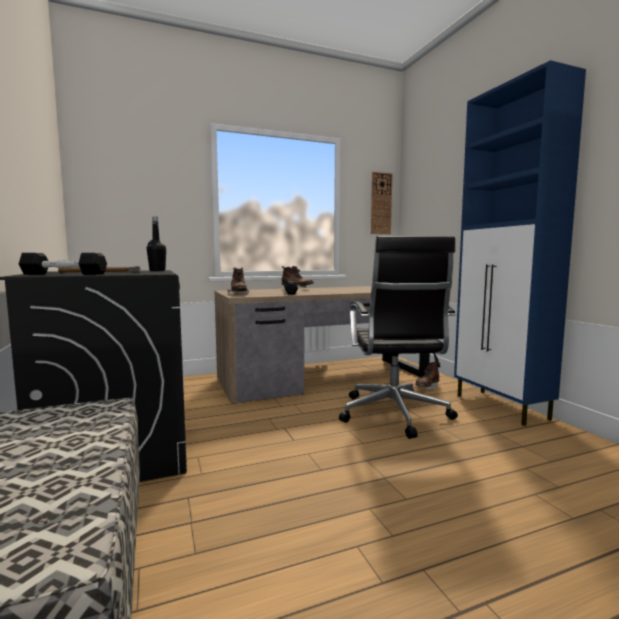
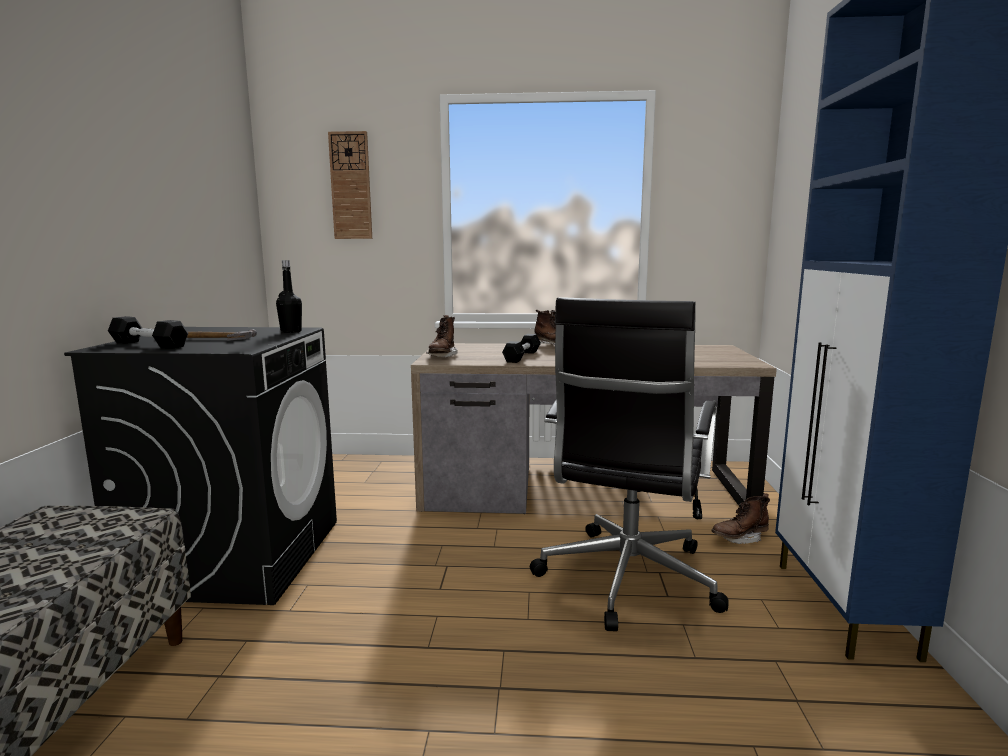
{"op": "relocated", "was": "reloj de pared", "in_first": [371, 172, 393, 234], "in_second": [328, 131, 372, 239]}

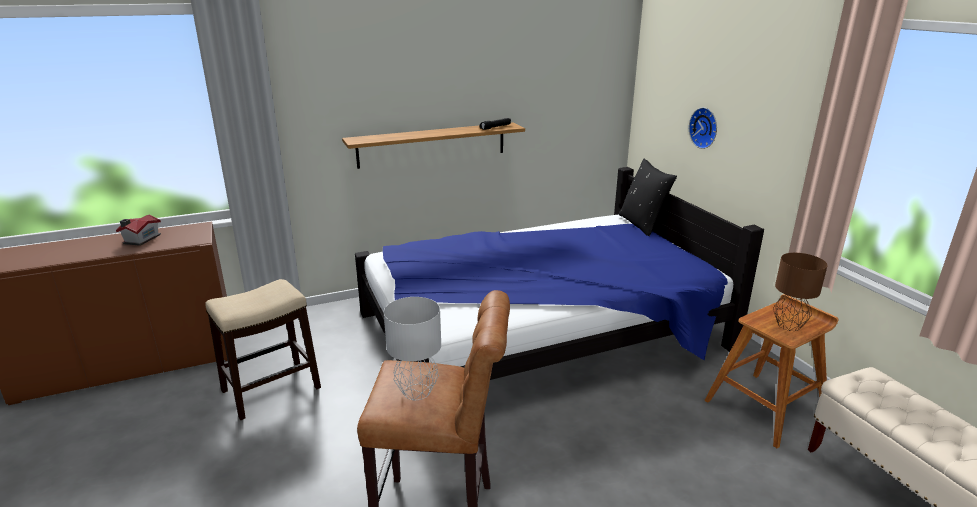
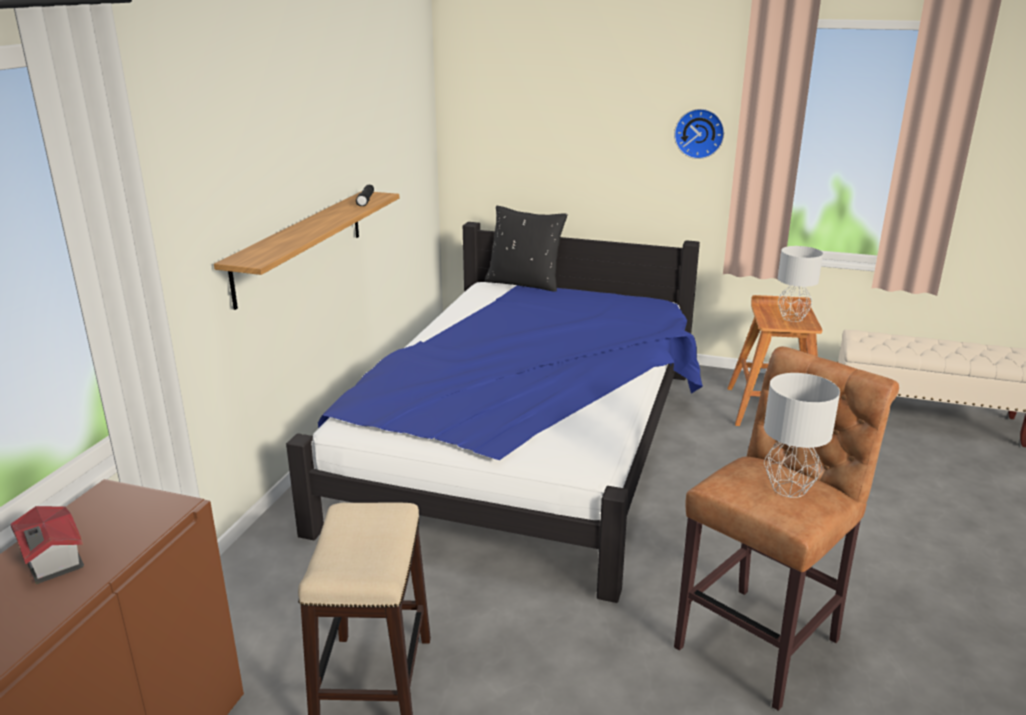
{"op": "relocated", "was": "reloj de pared", "in_first": [689, 107, 717, 149], "in_second": [674, 109, 725, 159]}
{"op": "colour", "was": "lámpara de mesa [marrón]", "now": "lámpara de mesa [gris]", "in_first": [773, 253, 828, 331], "in_second": [778, 246, 823, 322]}

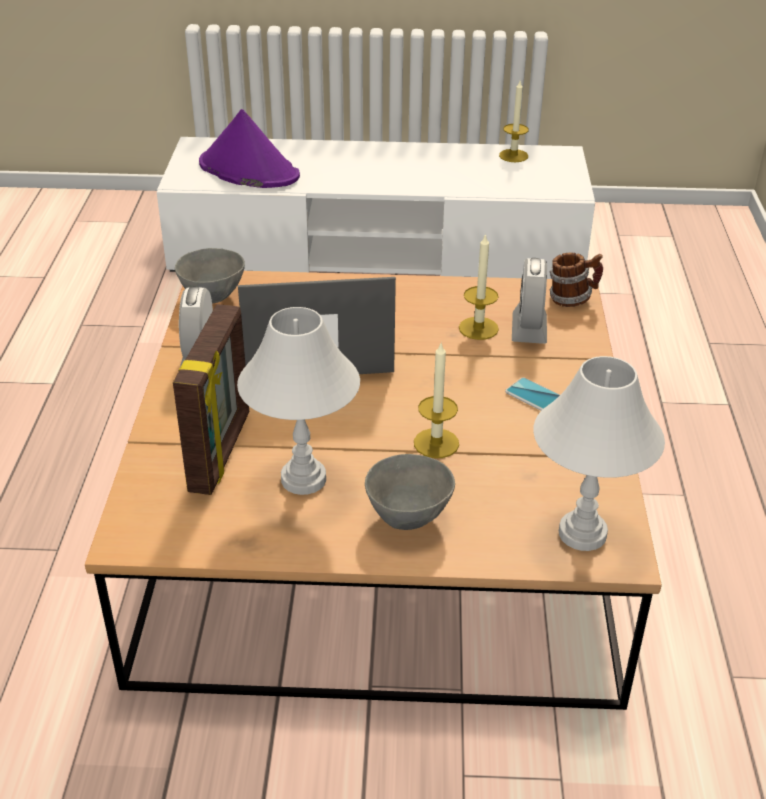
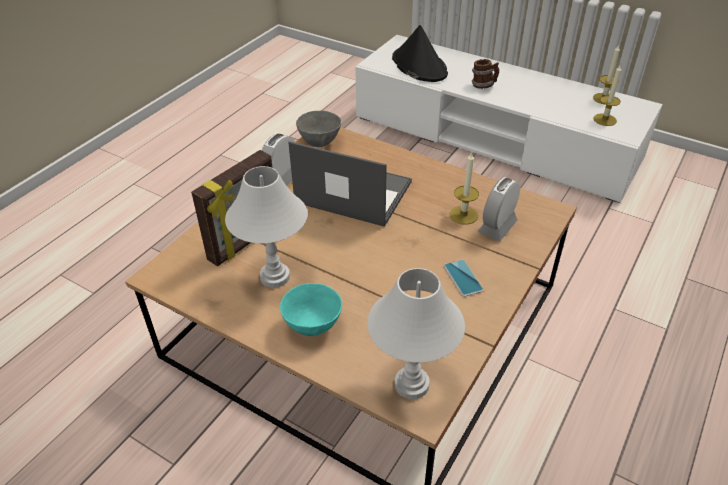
{"op": "relocated", "was": "vela", "in_first": [414, 341, 459, 458], "in_second": [593, 64, 621, 126]}
{"op": "relocated", "was": "taza grande", "in_first": [549, 252, 603, 307], "in_second": [471, 59, 499, 89]}
{"op": "colour", "was": "sombrero [morado]", "now": "sombrero [negro]", "in_first": [199, 109, 300, 188], "in_second": [392, 25, 448, 82]}
{"op": "colour", "was": "cuenco [gris]", "now": "cuenco [turquesa]", "in_first": [365, 454, 455, 530], "in_second": [280, 283, 342, 336]}

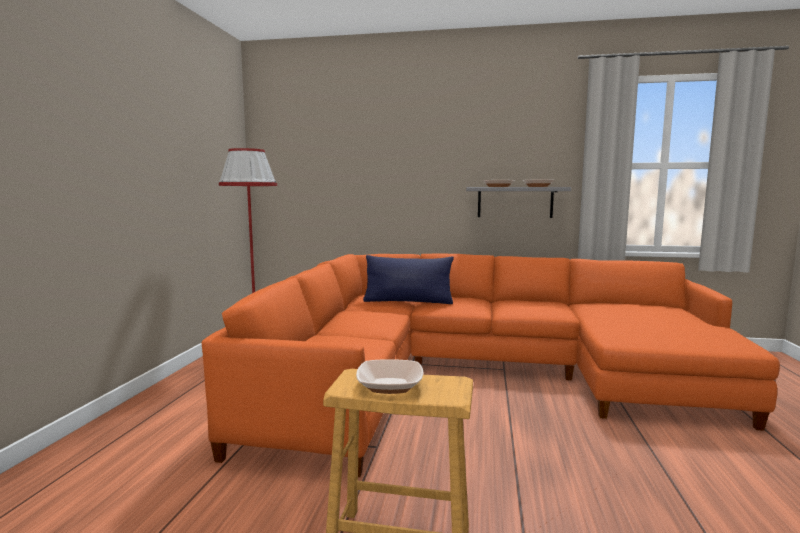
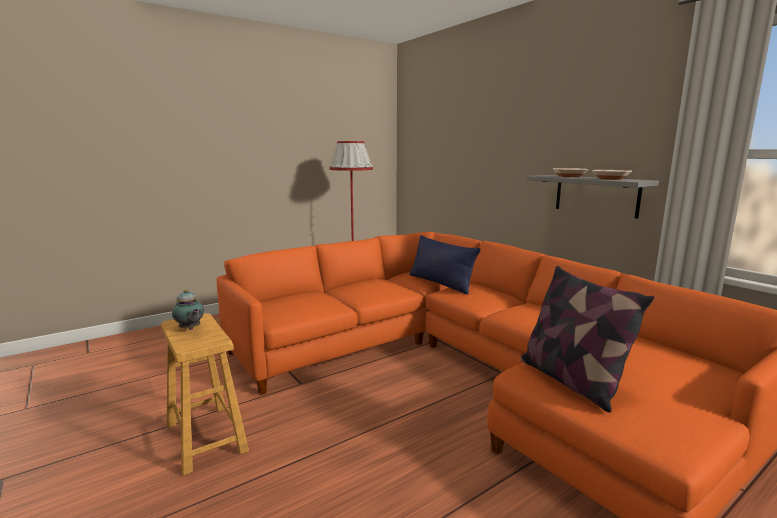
{"op": "appeared", "now": "cojín", "in_second": [520, 266, 654, 413]}
{"op": "exchanged", "was": "cuenco", "now": "tetera", "in_first": [356, 359, 423, 394], "in_second": [172, 289, 204, 330]}

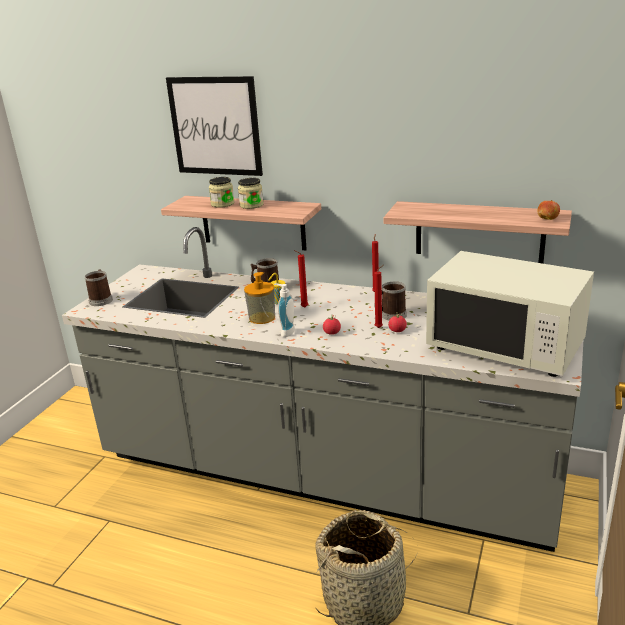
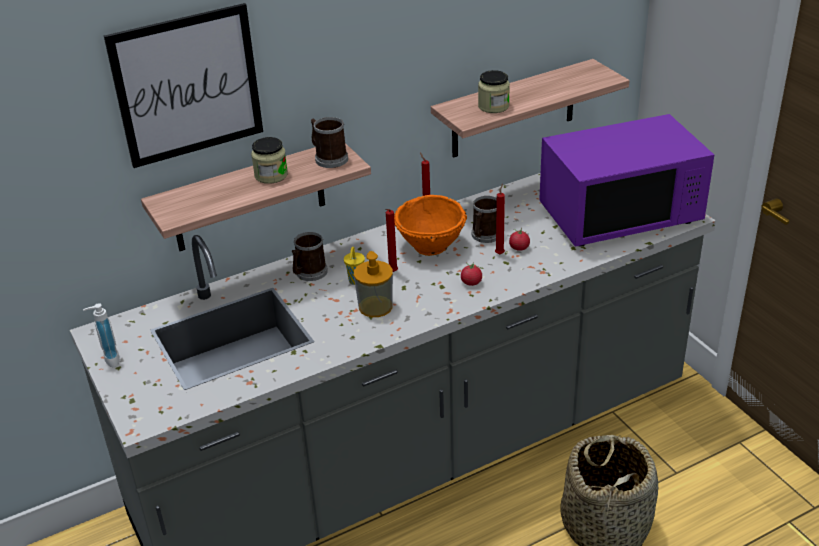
{"op": "missing", "was": "manzana", "in_first": [537, 200, 560, 220]}
{"op": "appeared", "now": "cuenco [naranja]", "in_second": [394, 195, 467, 256]}
{"op": "relocated", "was": "taza grande", "in_first": [84, 270, 113, 306], "in_second": [311, 117, 348, 168]}
{"op": "relocated", "was": "tarro", "in_first": [209, 177, 235, 208], "in_second": [478, 70, 510, 113]}
{"op": "relocated", "was": "dispensador de jabón", "in_first": [274, 284, 295, 337], "in_second": [83, 303, 120, 367]}
{"op": "colour", "was": "microondas [blanco]", "now": "microondas [morado]", "in_first": [426, 251, 594, 377], "in_second": [539, 114, 714, 247]}

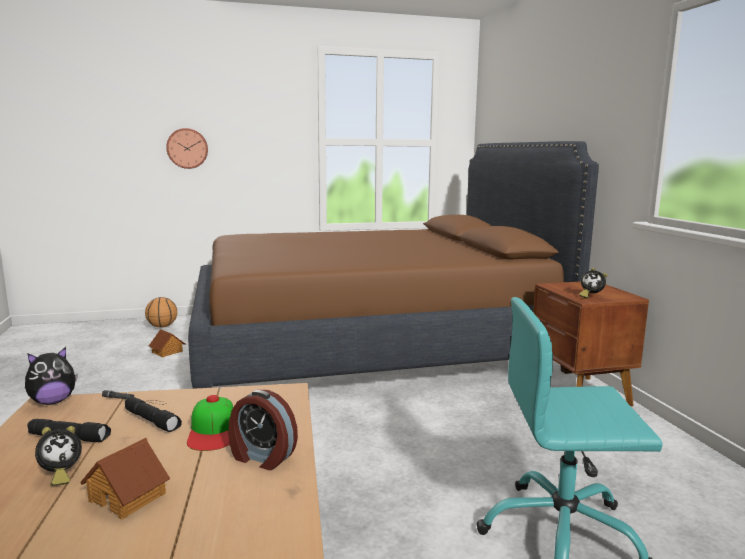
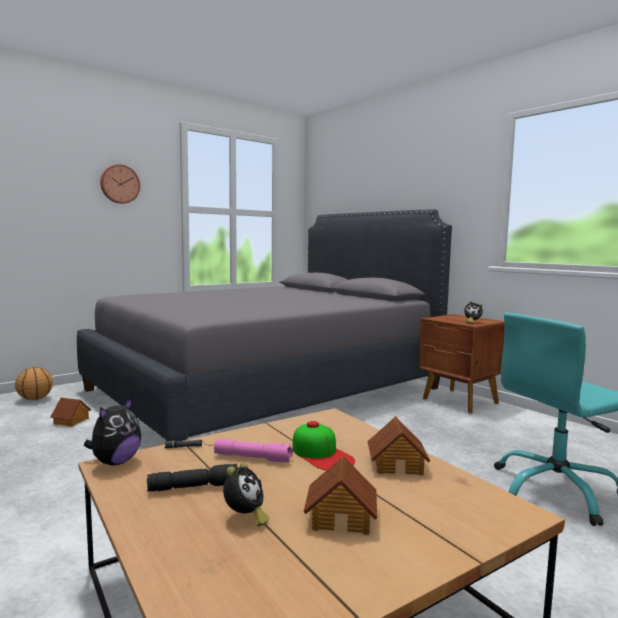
{"op": "relocated", "was": "reloj de pared", "in_first": [166, 128, 208, 169], "in_second": [100, 164, 140, 204]}
{"op": "exchanged", "was": "despertador", "now": "casita", "in_first": [228, 390, 298, 470], "in_second": [367, 416, 430, 475]}
{"op": "colour", "was": "linterna [negro]", "now": "linterna [rosa]", "in_first": [125, 397, 182, 432], "in_second": [214, 439, 293, 462]}
{"op": "colour", "was": "cama [marrón]", "now": "cama [gris]", "in_first": [188, 141, 599, 389], "in_second": [77, 209, 452, 441]}

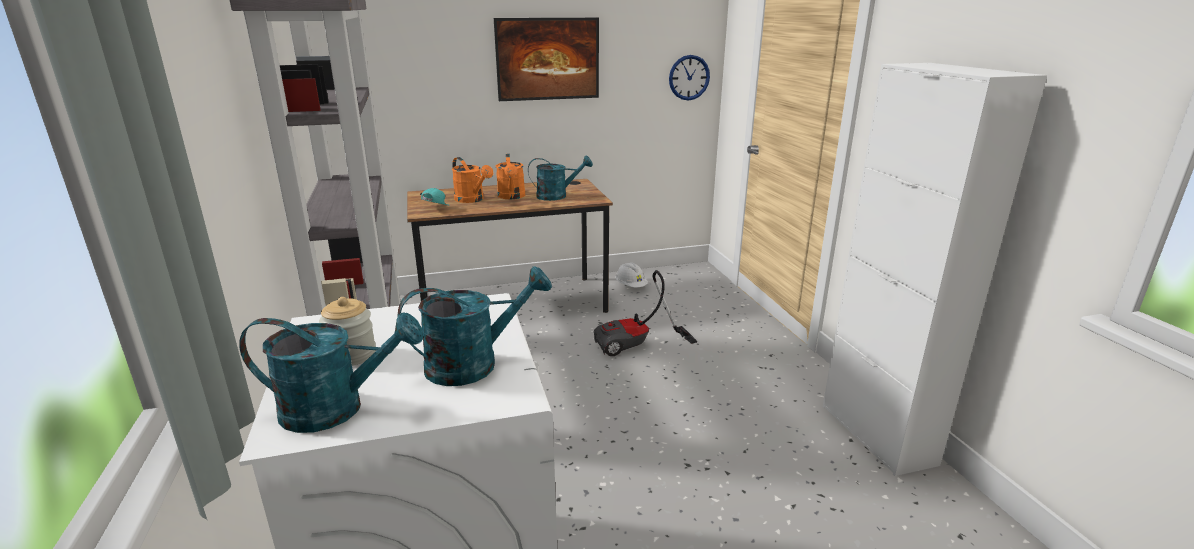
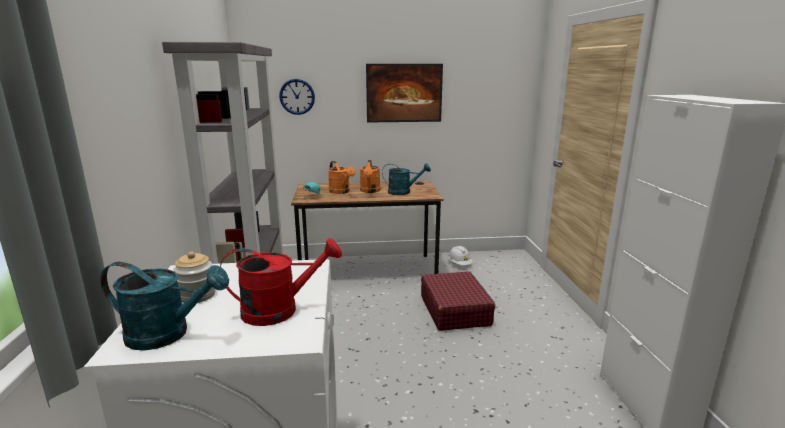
{"op": "relocated", "was": "reloj de pared", "in_first": [669, 55, 710, 100], "in_second": [279, 79, 315, 115]}
{"op": "exchanged", "was": "aspiradora", "now": "maleta [rojo]", "in_first": [594, 270, 697, 356], "in_second": [421, 271, 495, 331]}
{"op": "colour", "was": "regadera [turquesa]", "now": "regadera [rojo]", "in_first": [398, 266, 552, 386], "in_second": [220, 238, 342, 326]}

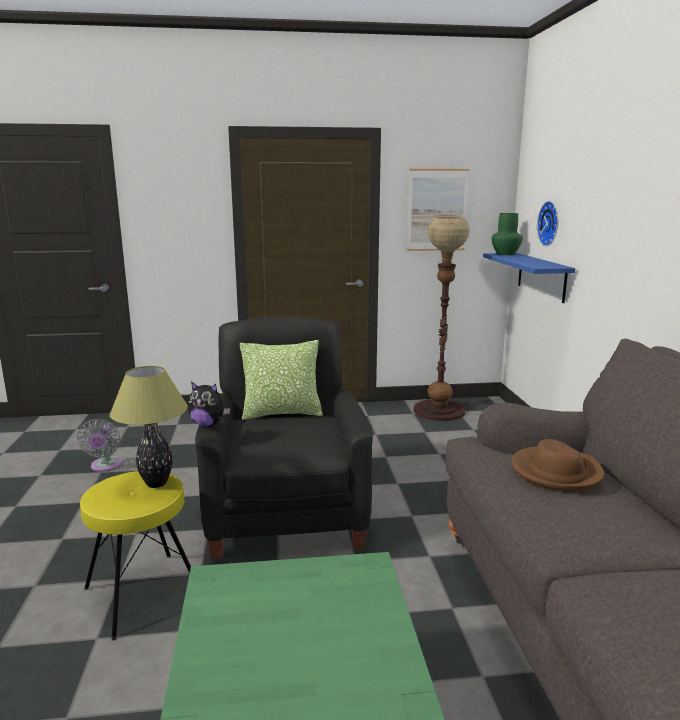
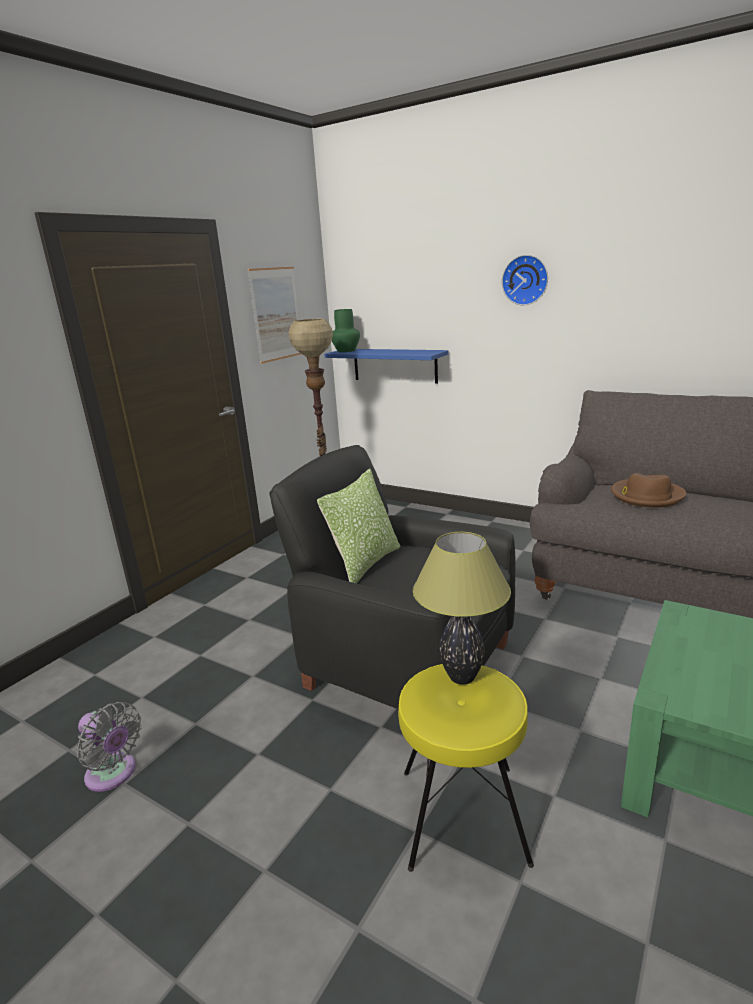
{"op": "missing", "was": "peluche", "in_first": [188, 382, 230, 427]}
{"op": "relocated", "was": "reloj de pared", "in_first": [537, 201, 558, 246], "in_second": [502, 255, 548, 305]}

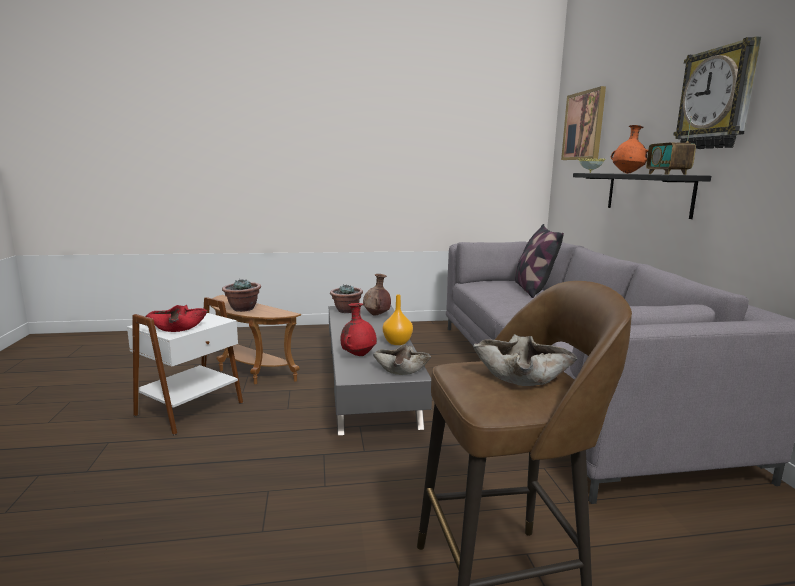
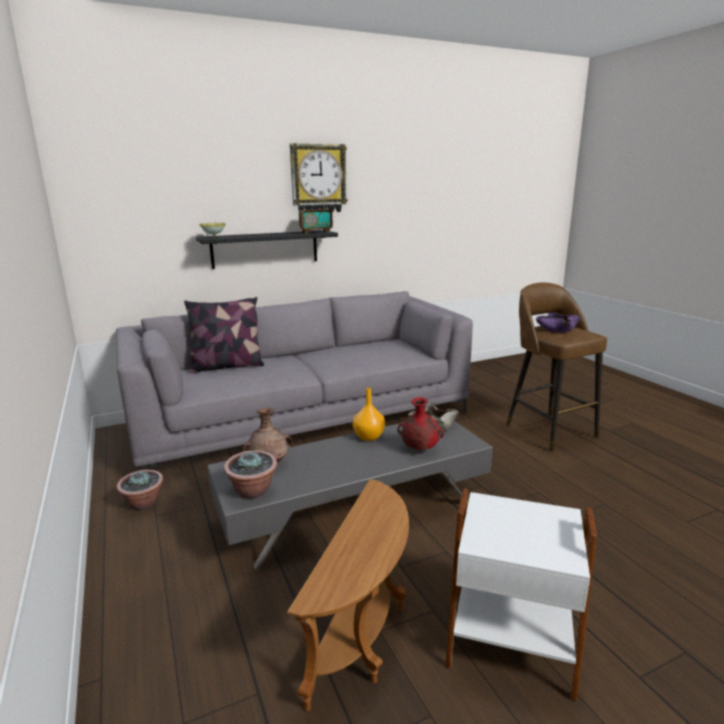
{"op": "missing", "was": "cuenco [rojo]", "in_first": [145, 305, 207, 332]}
{"op": "missing", "was": "cuadro", "in_first": [561, 86, 606, 160]}
{"op": "missing", "was": "florero [naranja]", "in_first": [611, 125, 648, 174]}
{"op": "relocated", "was": "planta en maceta", "in_first": [222, 279, 261, 312], "in_second": [117, 470, 163, 510]}
{"op": "colour", "was": "cuenco [beis]", "now": "cuenco [morado]", "in_first": [473, 334, 577, 386], "in_second": [536, 312, 581, 333]}

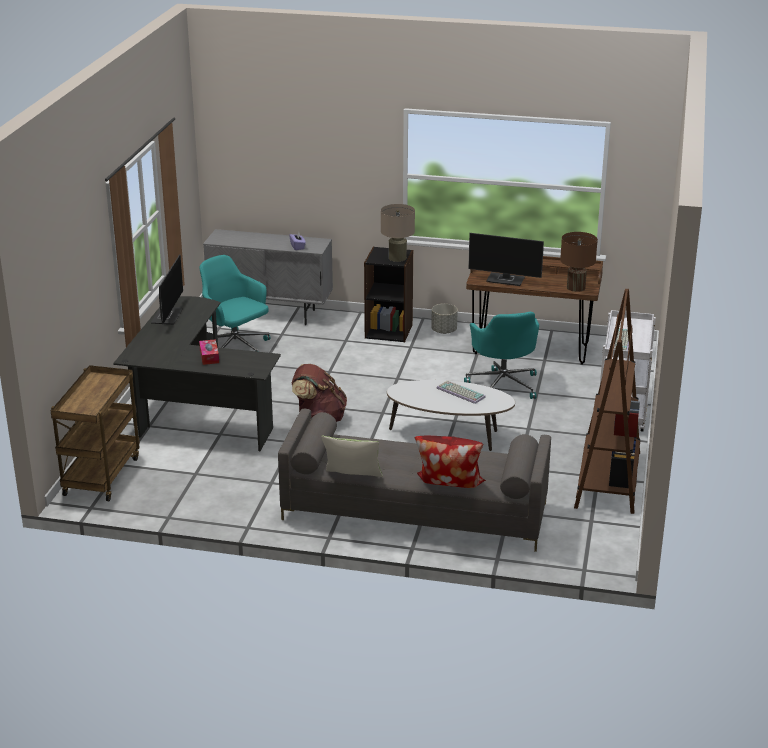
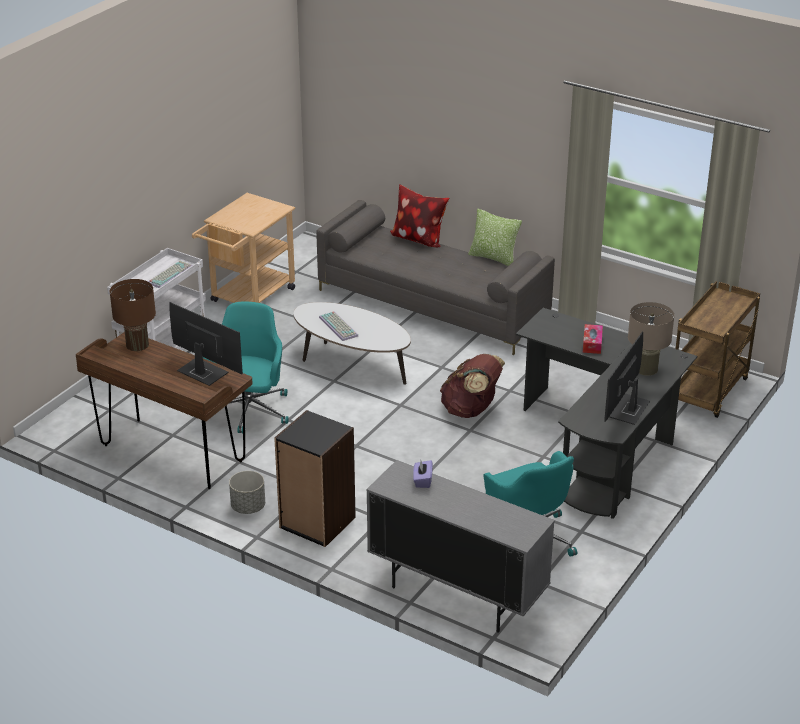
{"op": "relocated", "was": "lámpara de mesa [beis]", "in_first": [381, 204, 415, 262], "in_second": [628, 302, 675, 376]}
{"op": "exchanged", "was": "estantería [marrón]", "now": "carrito [beis]", "in_first": [574, 289, 640, 514], "in_second": [192, 193, 295, 303]}

